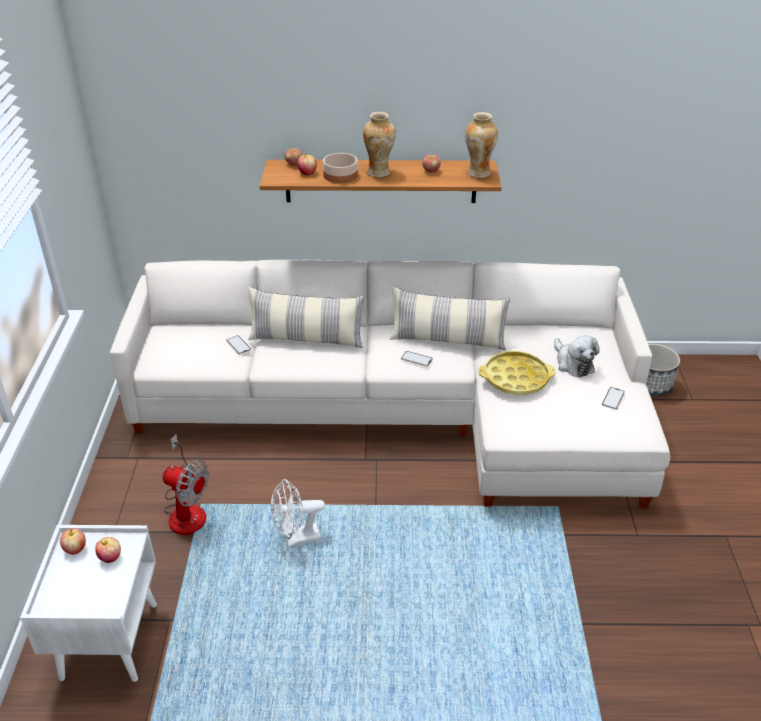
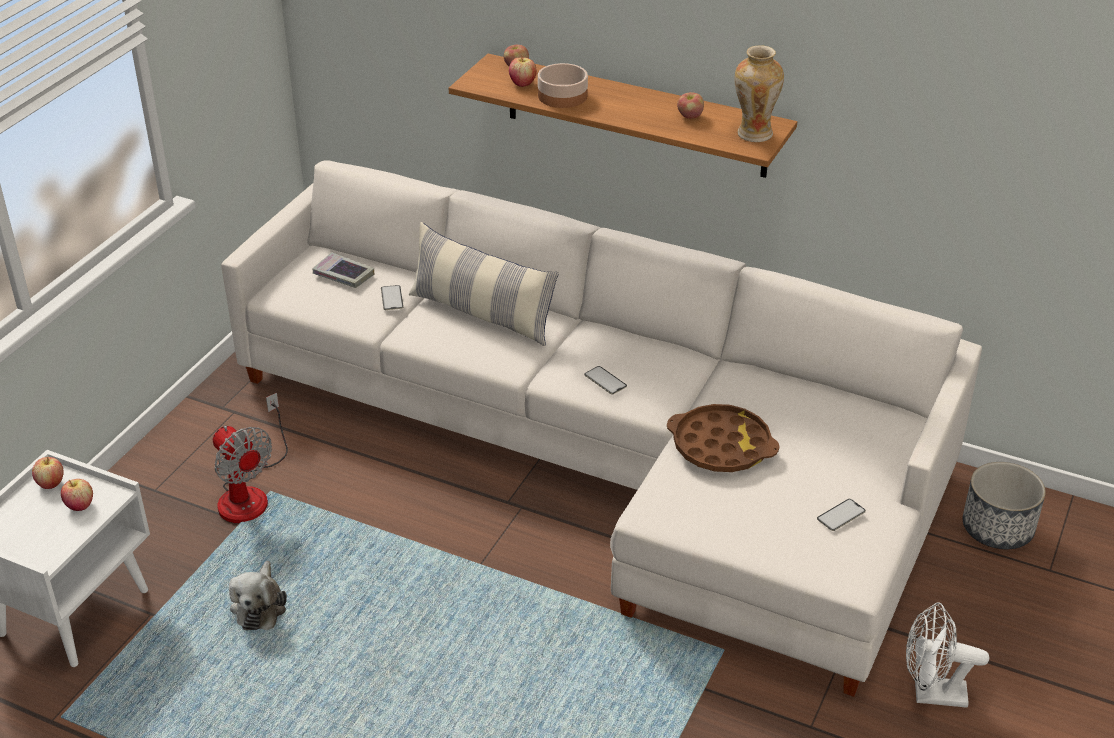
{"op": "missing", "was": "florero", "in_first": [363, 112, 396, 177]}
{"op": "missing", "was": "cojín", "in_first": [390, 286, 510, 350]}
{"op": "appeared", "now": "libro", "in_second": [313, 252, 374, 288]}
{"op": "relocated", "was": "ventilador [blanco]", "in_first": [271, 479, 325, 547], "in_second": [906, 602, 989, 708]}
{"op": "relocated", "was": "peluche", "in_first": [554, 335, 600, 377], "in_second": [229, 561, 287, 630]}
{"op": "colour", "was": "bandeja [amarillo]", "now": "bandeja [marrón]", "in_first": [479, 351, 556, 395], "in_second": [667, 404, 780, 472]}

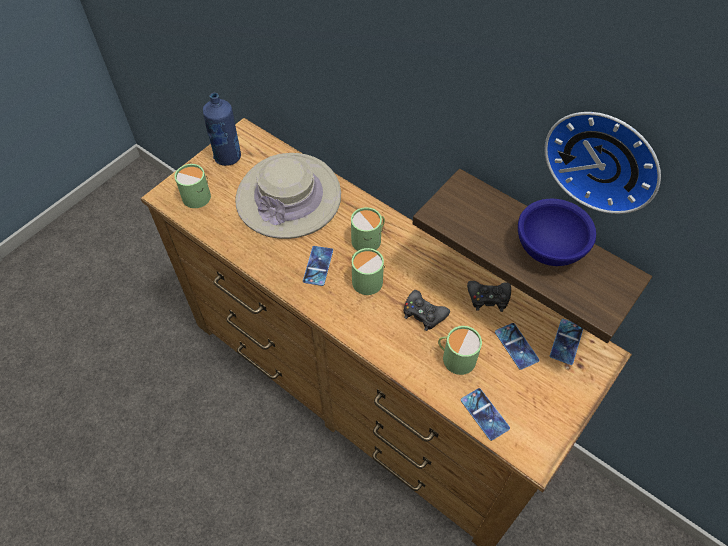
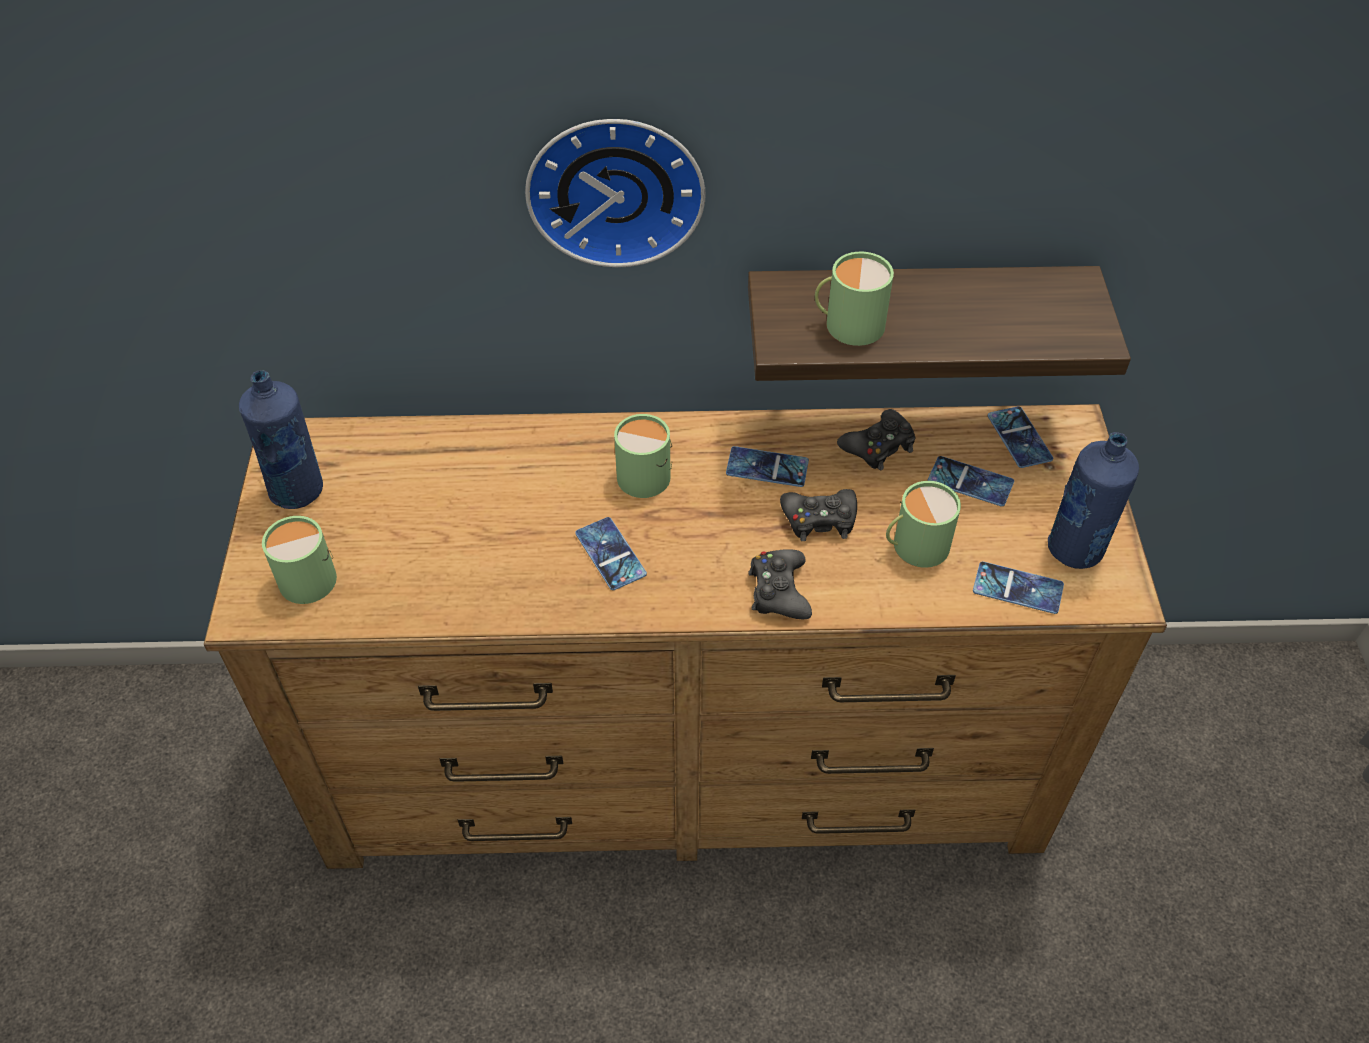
{"op": "missing", "was": "sombrero [beis]", "in_first": [235, 153, 341, 239]}
{"op": "missing", "was": "cuenco [azul]", "in_first": [518, 199, 596, 266]}
{"op": "appeared", "now": "móvil", "in_second": [726, 446, 809, 487]}
{"op": "appeared", "now": "mando de consola [negro]", "in_second": [749, 549, 812, 619]}
{"op": "appeared", "now": "botella [azul]", "in_second": [1048, 432, 1139, 569]}
{"op": "relocated", "was": "taza grande [verde]", "in_first": [352, 248, 385, 295], "in_second": [815, 252, 894, 346]}
{"op": "relocated", "was": "reloj de pared", "in_first": [544, 112, 661, 214], "in_second": [525, 119, 706, 267]}

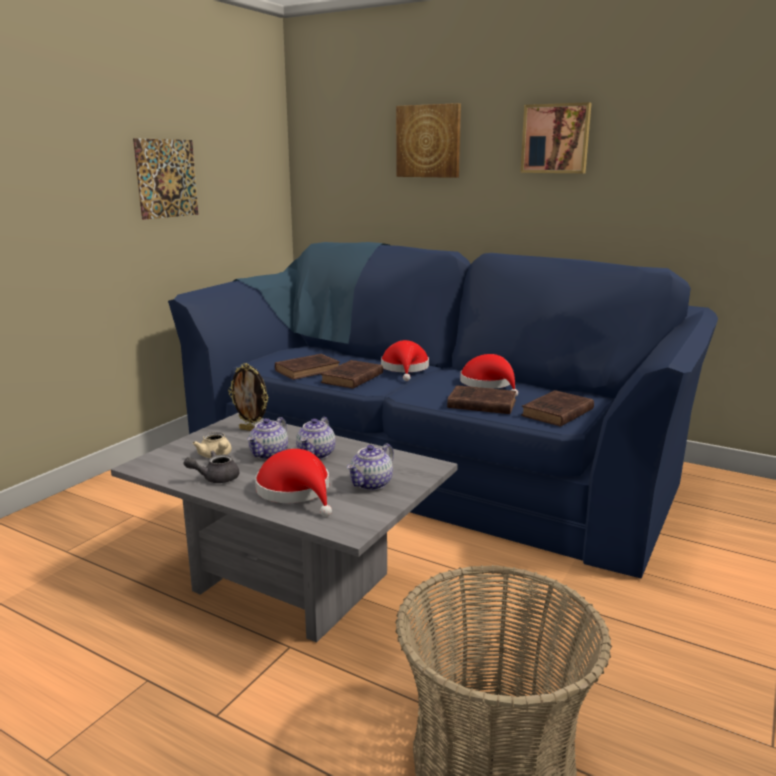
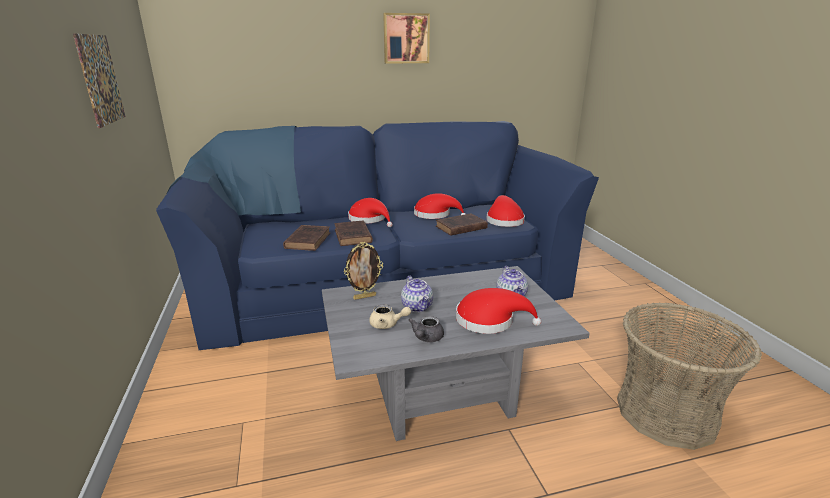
{"op": "missing", "was": "tetera", "in_first": [296, 417, 335, 459]}
{"op": "missing", "was": "cuadro", "in_first": [396, 103, 461, 178]}
{"op": "exchanged", "was": "libro [marrón]", "now": "sombrero [rojo]", "in_first": [521, 390, 594, 427], "in_second": [487, 195, 525, 227]}

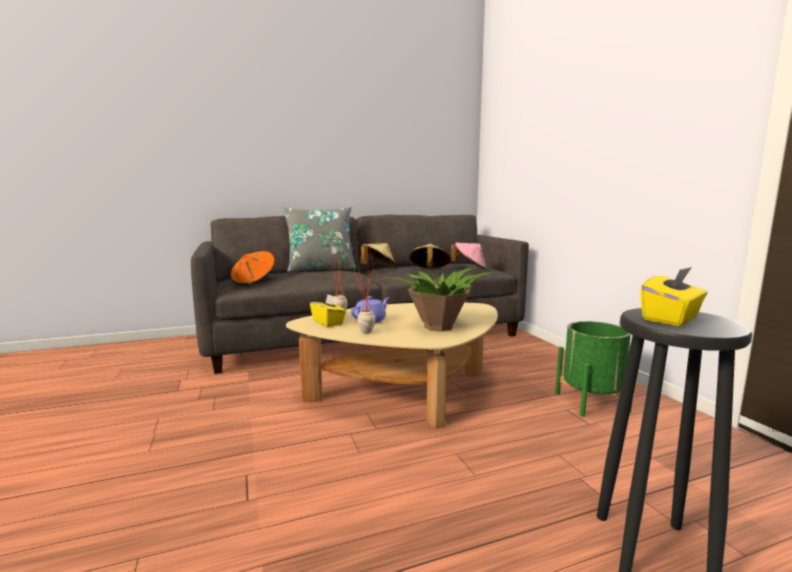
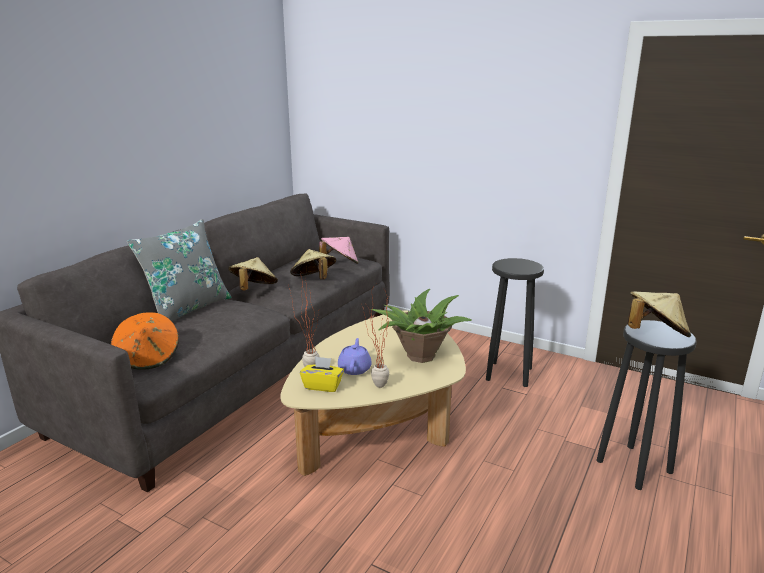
{"op": "exchanged", "was": "maceta [verde]", "now": "taburete [negro]", "in_first": [555, 321, 633, 417], "in_second": [486, 258, 544, 387]}
{"op": "exchanged", "was": "caja de pañuelos [amarillo]", "now": "sombrero [beis]", "in_first": [640, 267, 708, 326], "in_second": [628, 291, 691, 337]}

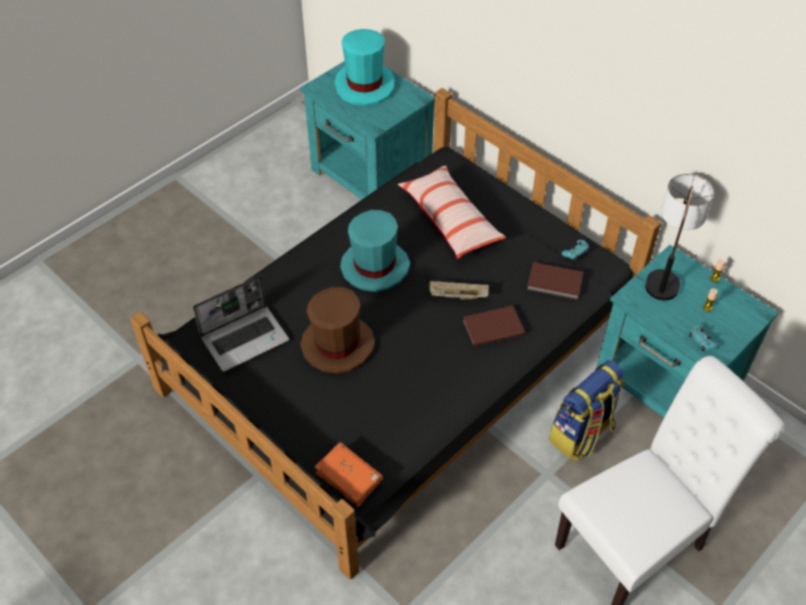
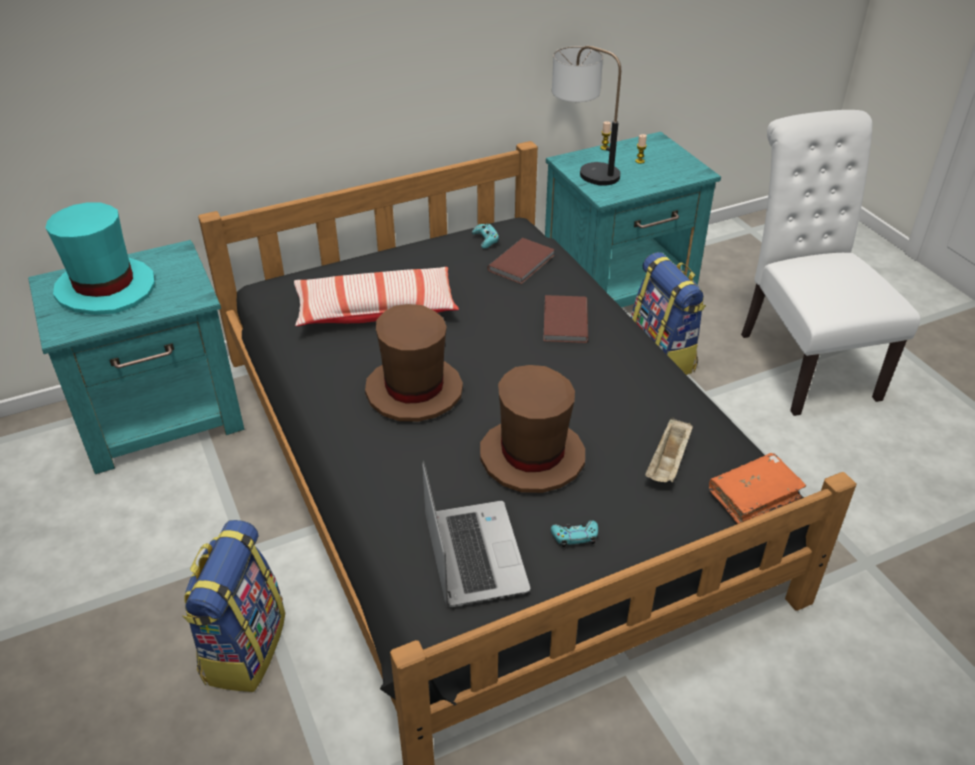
{"op": "appeared", "now": "mochila", "in_second": [183, 520, 285, 692]}
{"op": "relocated", "was": "bandeja [beis]", "in_first": [429, 281, 489, 300], "in_second": [645, 417, 693, 482]}
{"op": "relocated", "was": "mando de consola [turquesa]", "in_first": [689, 325, 720, 351], "in_second": [551, 520, 598, 547]}
{"op": "colour", "was": "sombrero [turquesa]", "now": "sombrero [marrón]", "in_first": [340, 210, 410, 292], "in_second": [365, 304, 463, 422]}

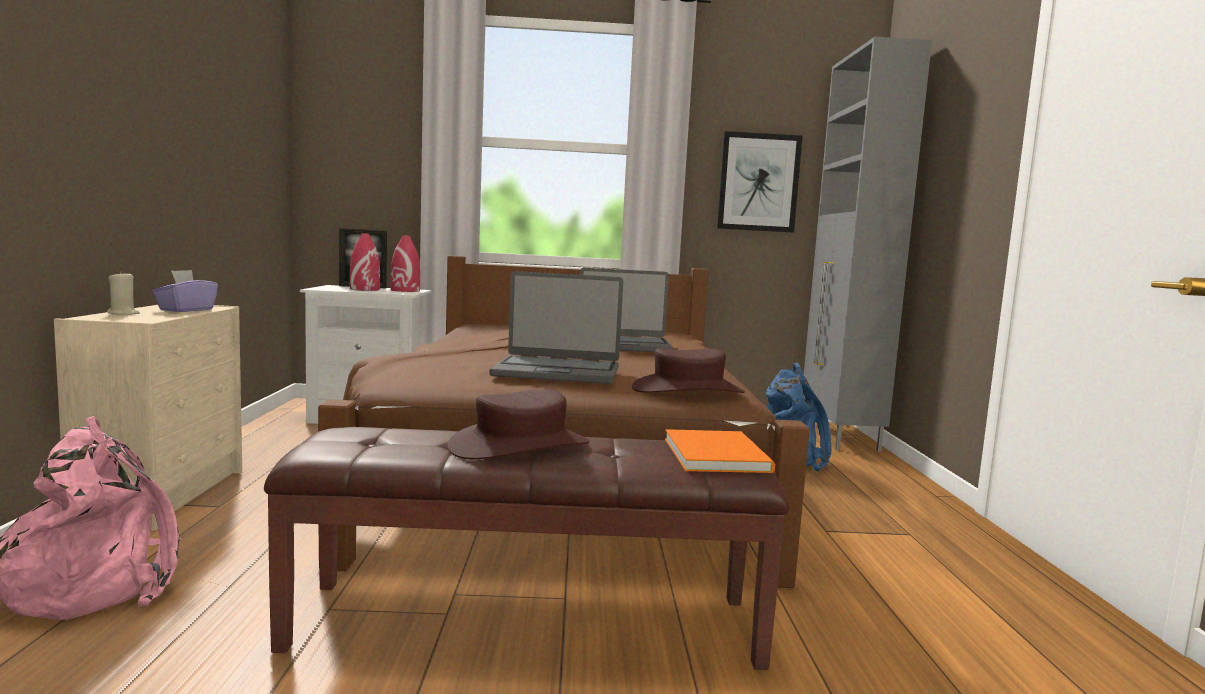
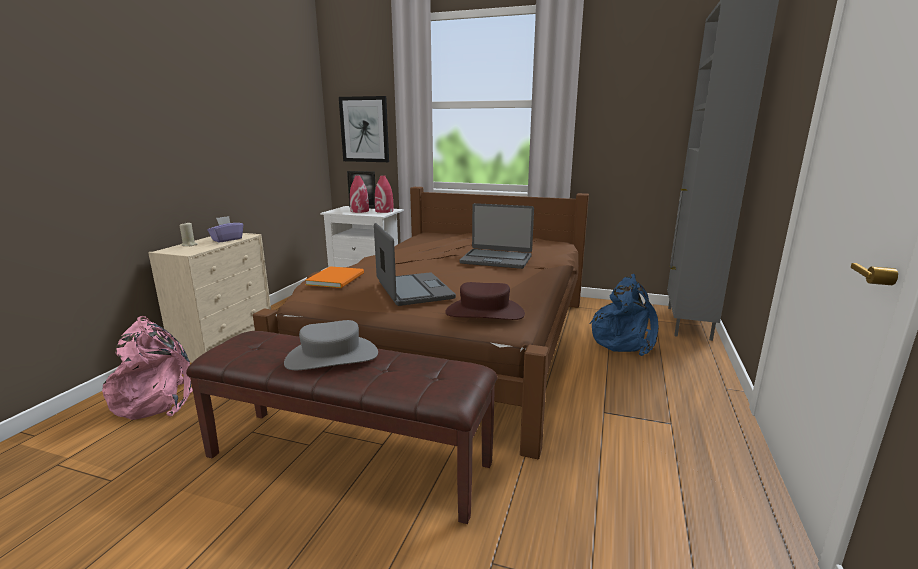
{"op": "relocated", "was": "libro [naranja]", "in_first": [665, 429, 775, 473], "in_second": [305, 266, 364, 288]}
{"op": "relocated", "was": "cuadro", "in_first": [717, 131, 802, 232], "in_second": [339, 96, 389, 162]}
{"op": "colour", "was": "sombrero [marrón]", "now": "sombrero [gris]", "in_first": [448, 389, 590, 459], "in_second": [284, 320, 378, 370]}
{"op": "spun", "was": "portátil", "in_first": [489, 271, 623, 384], "in_second": [374, 223, 456, 306], "clockwise": -135}

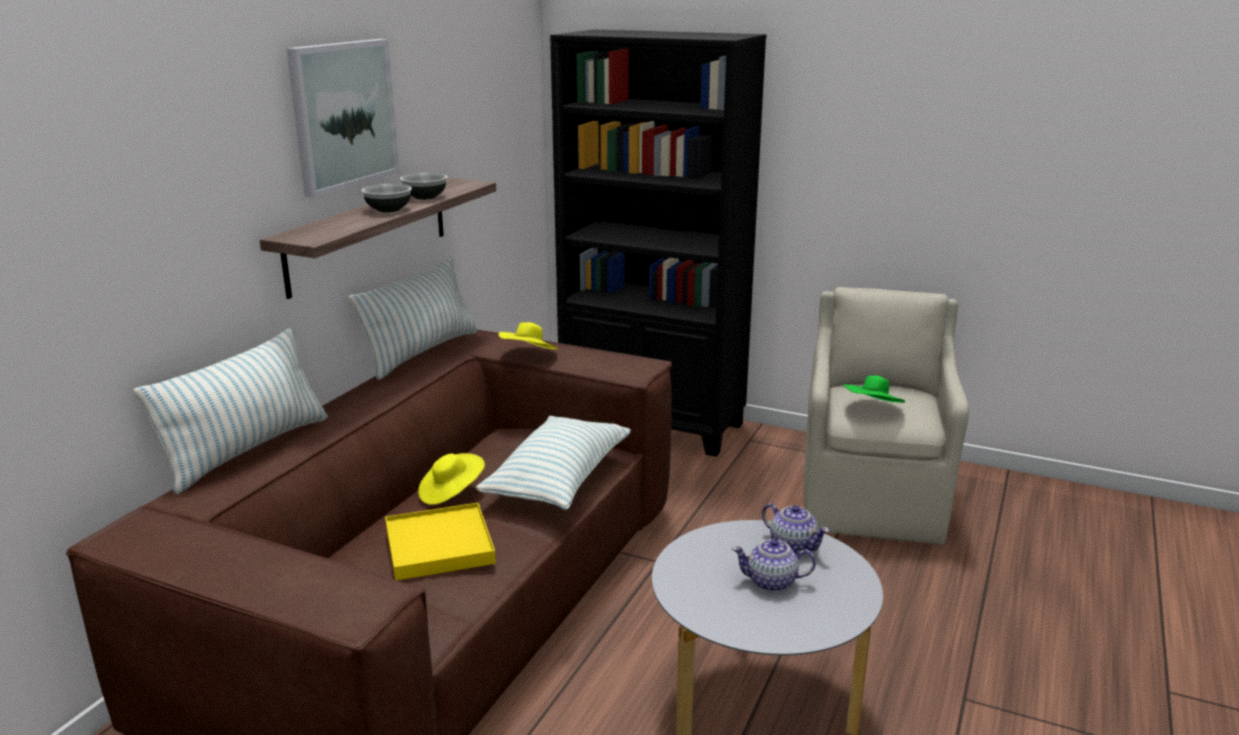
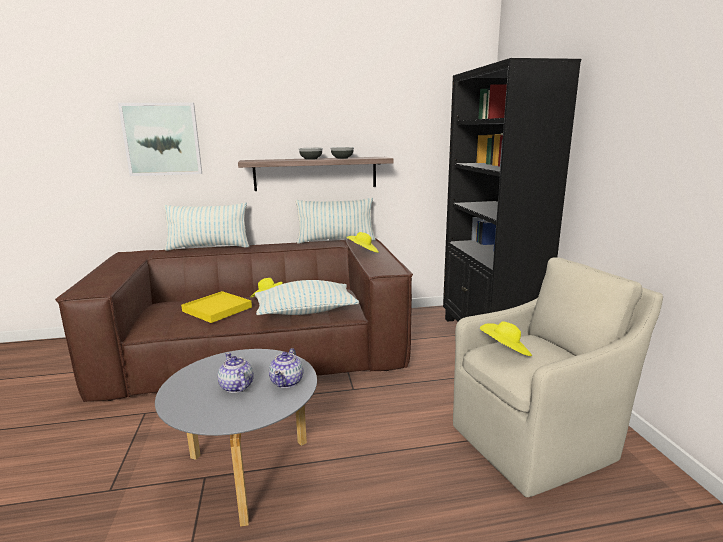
{"op": "relocated", "was": "cuadro", "in_first": [286, 39, 400, 198], "in_second": [118, 103, 202, 176]}
{"op": "colour", "was": "sombrero [verde]", "now": "sombrero [amarillo]", "in_first": [844, 375, 905, 403], "in_second": [480, 321, 532, 356]}

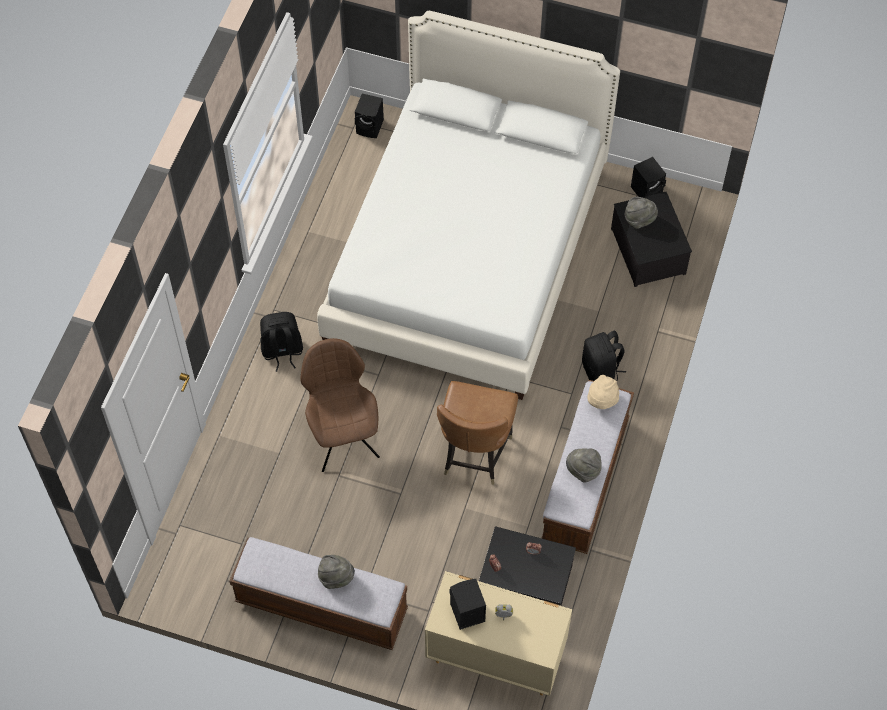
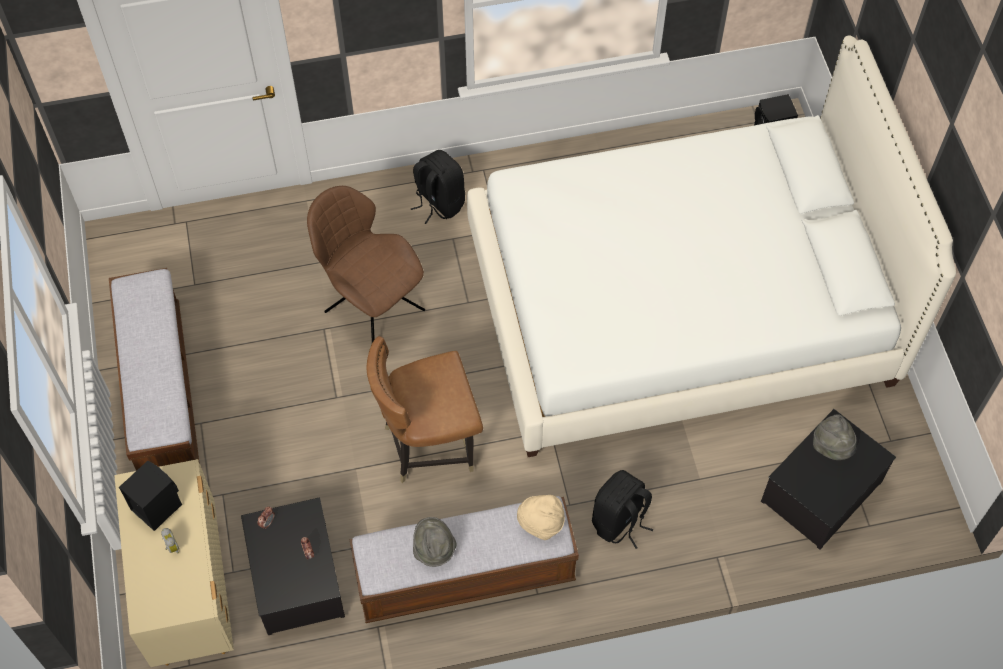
{"op": "missing", "was": "sombrero [gris]", "in_first": [318, 555, 355, 589]}
{"op": "missing", "was": "altavoz [negro]", "in_first": [631, 157, 666, 197]}
{"op": "spun", "was": "silla [marrón]", "in_first": [300, 338, 380, 472], "in_second": [307, 186, 425, 343], "clockwise": -90}

